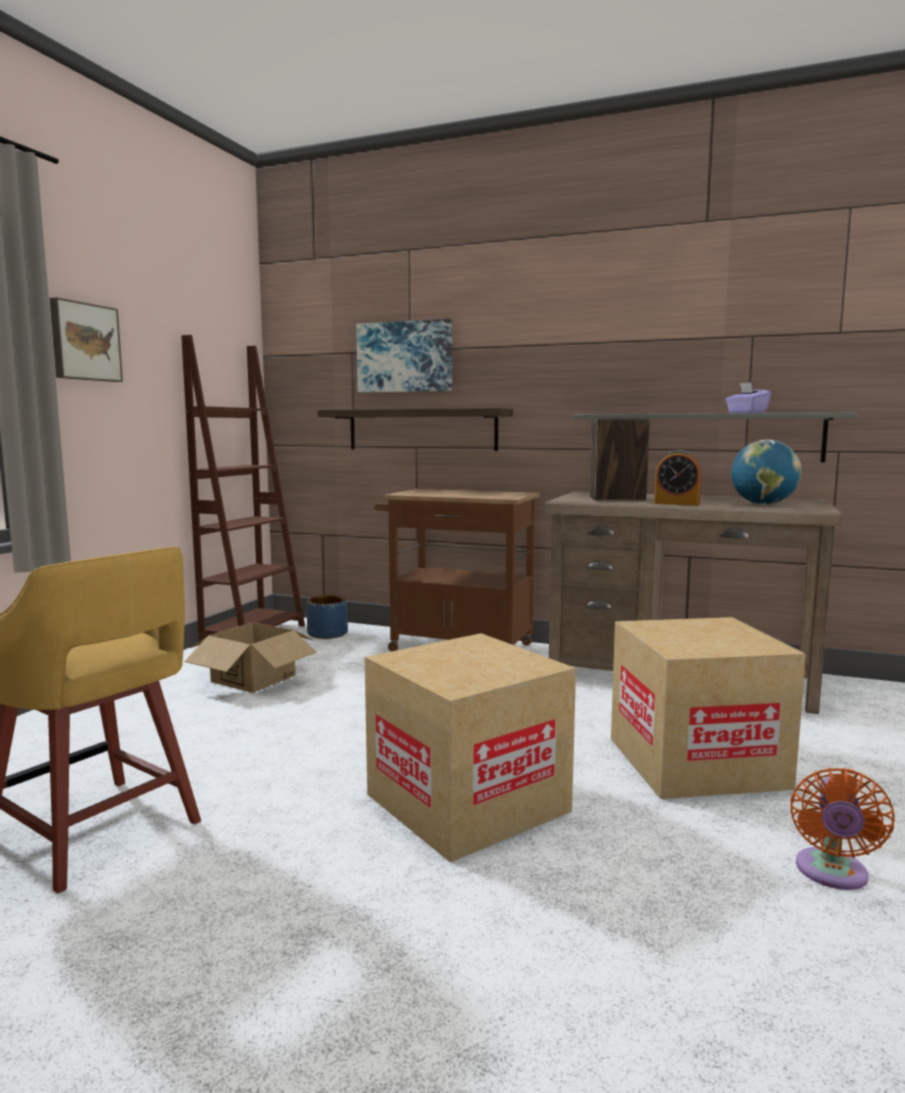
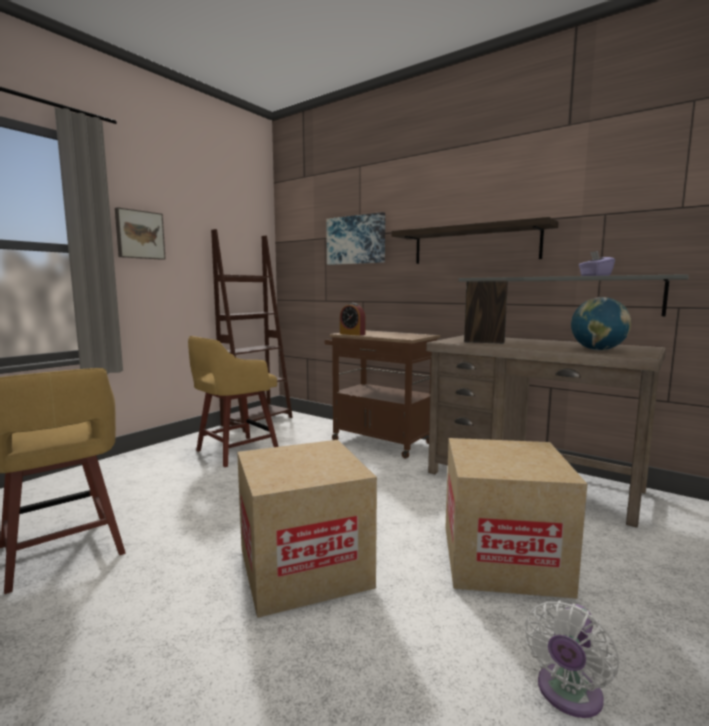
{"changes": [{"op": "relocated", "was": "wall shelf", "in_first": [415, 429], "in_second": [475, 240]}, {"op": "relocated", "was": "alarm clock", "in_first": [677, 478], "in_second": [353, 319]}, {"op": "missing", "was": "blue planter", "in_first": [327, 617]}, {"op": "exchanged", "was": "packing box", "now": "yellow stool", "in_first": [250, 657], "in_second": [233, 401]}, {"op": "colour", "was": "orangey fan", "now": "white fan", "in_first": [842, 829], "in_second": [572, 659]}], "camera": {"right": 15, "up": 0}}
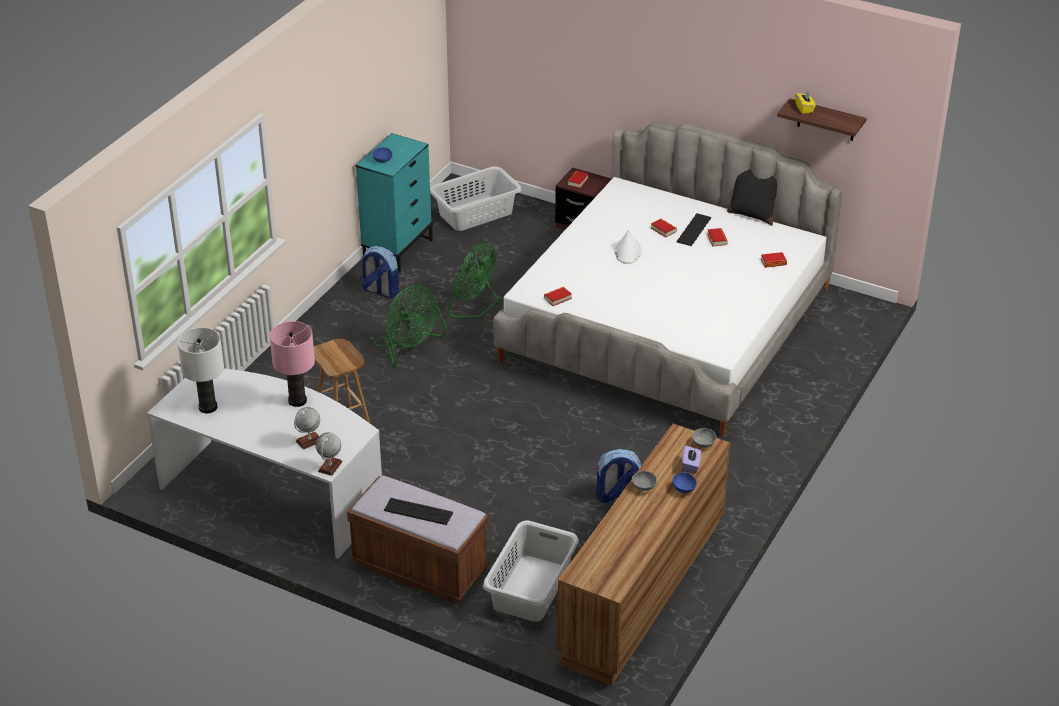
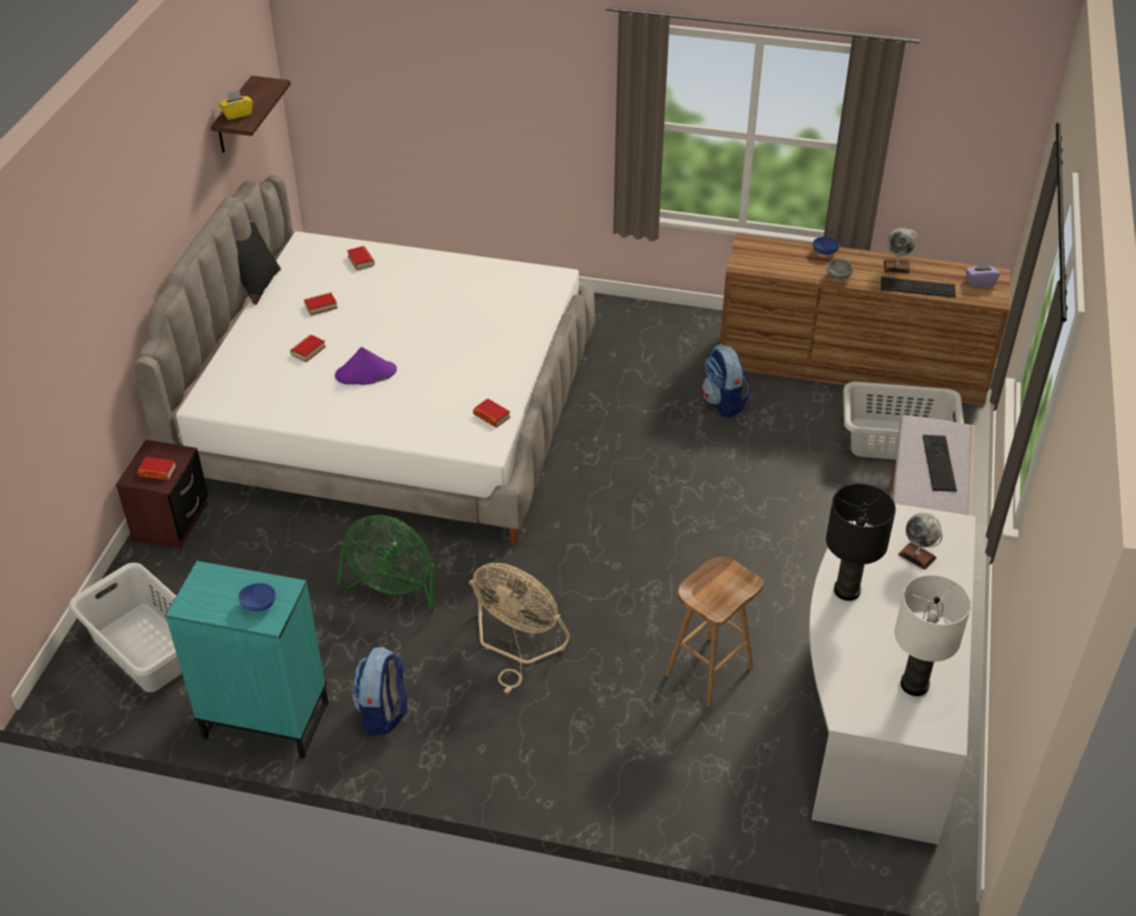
{"changes": [{"op": "relocated", "was": "PC keyboard", "in_first": [693, 229], "in_second": [918, 287]}, {"op": "colour", "was": "white wearable hat", "now": "purple wearable hat", "in_first": [628, 247], "in_second": [366, 366]}, {"op": "colour", "was": "green-coloured fan", "now": "beige fan", "in_first": [408, 326], "in_second": [519, 628]}, {"op": "colour", "was": "pinkish table lamp", "now": "blackish table lamp", "in_first": [292, 364], "in_second": [861, 542]}, {"op": "missing", "was": "greyish bowl", "in_first": [704, 438]}, {"op": "relocated", "was": "desk globe", "in_first": [329, 454], "in_second": [901, 251]}, {"op": "relocated", "was": "purple tissue box", "in_first": [691, 459], "in_second": [983, 274]}], "camera": {"right": -105, "up": 5}}
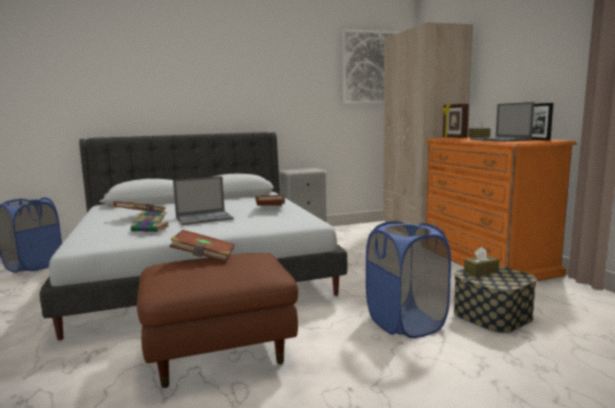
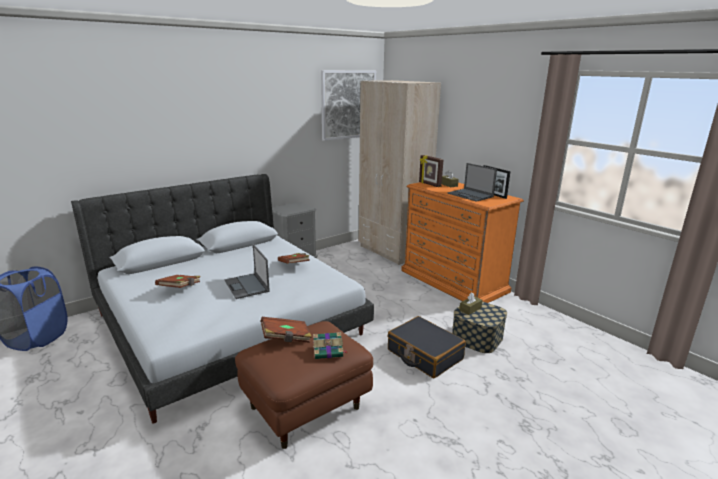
{"changes": [{"op": "spun", "was": "notebook computer", "in_first": [203, 200], "in_second": [247, 271], "clockwise": 105}, {"op": "relocated", "was": "bound book", "in_first": [150, 221], "in_second": [330, 345]}, {"op": "exchanged", "was": "blue washing basket", "now": "blackish suitcase", "in_first": [408, 279], "in_second": [427, 347]}], "camera": {"right": -20, "up": 10}}
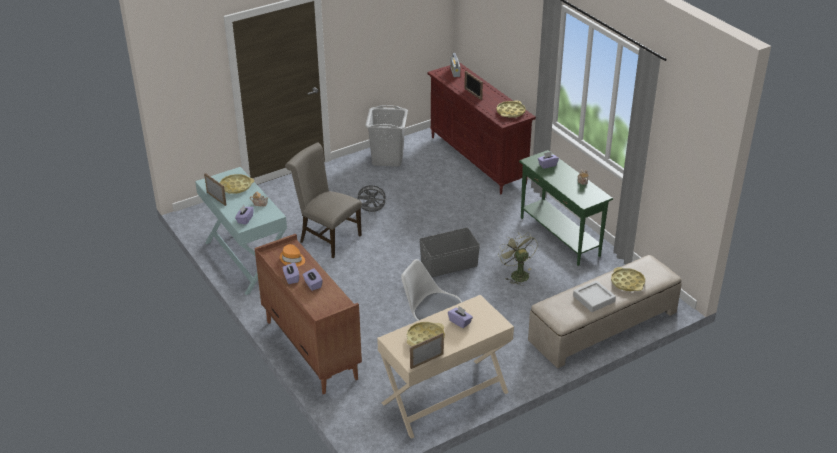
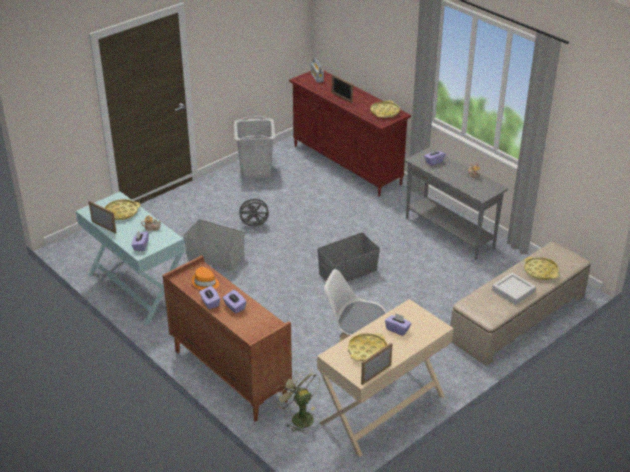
{"changes": [{"op": "exchanged", "was": "beige chair", "now": "greyish storage container", "in_first": [323, 200], "in_second": [214, 245]}, {"op": "colour", "was": "green-coloured console table", "now": "greyish console table", "in_first": [566, 208], "in_second": [456, 203]}, {"op": "relocated", "was": "green-coloured fan", "in_first": [518, 259], "in_second": [297, 400]}], "camera": {"right": -10, "up": 0}}
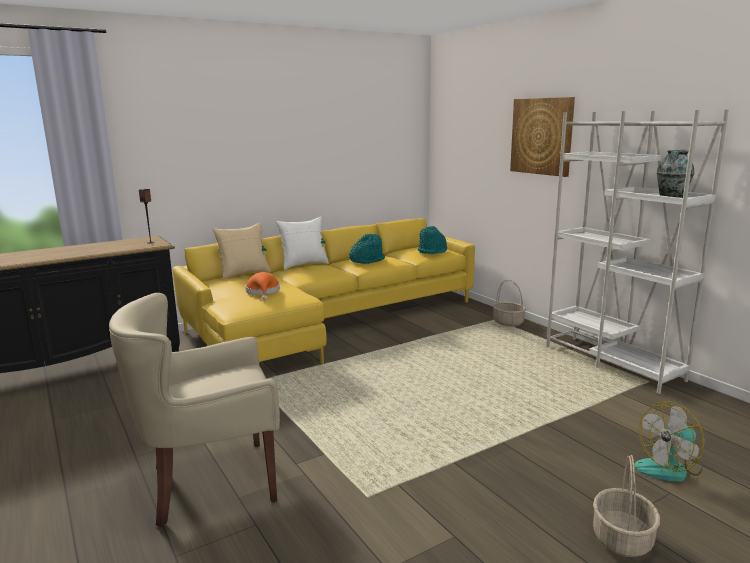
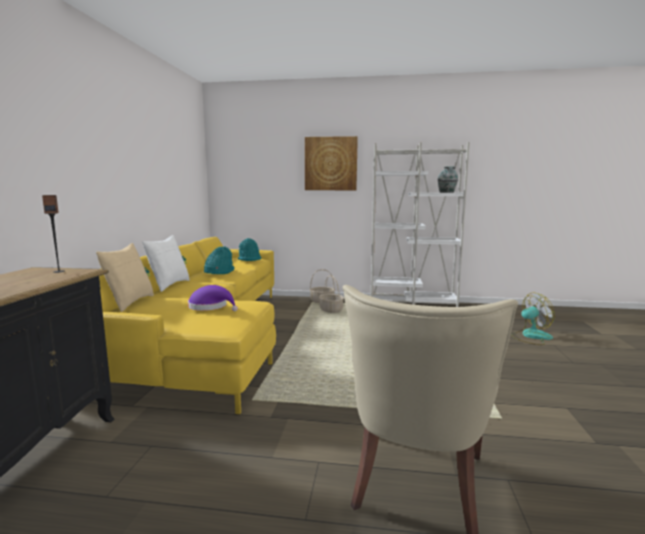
{"changes": [{"op": "colour", "was": "orangey wearable hat", "now": "purple wearable hat", "in_first": [262, 286], "in_second": [213, 298]}, {"op": "spun", "was": "fan", "in_first": [669, 441], "in_second": [533, 319], "clockwise": -120}, {"op": "relocated", "was": "household basket", "in_first": [626, 506], "in_second": [331, 294]}], "camera": {"right": -50, "up": -5}}
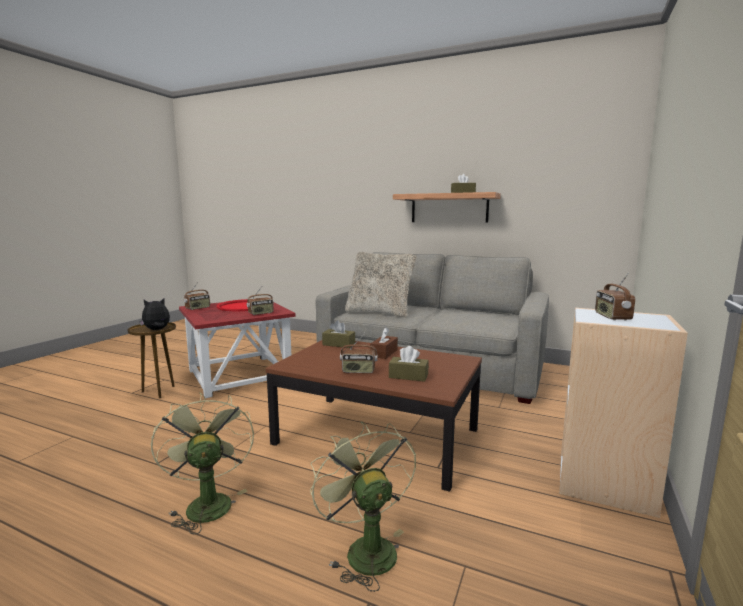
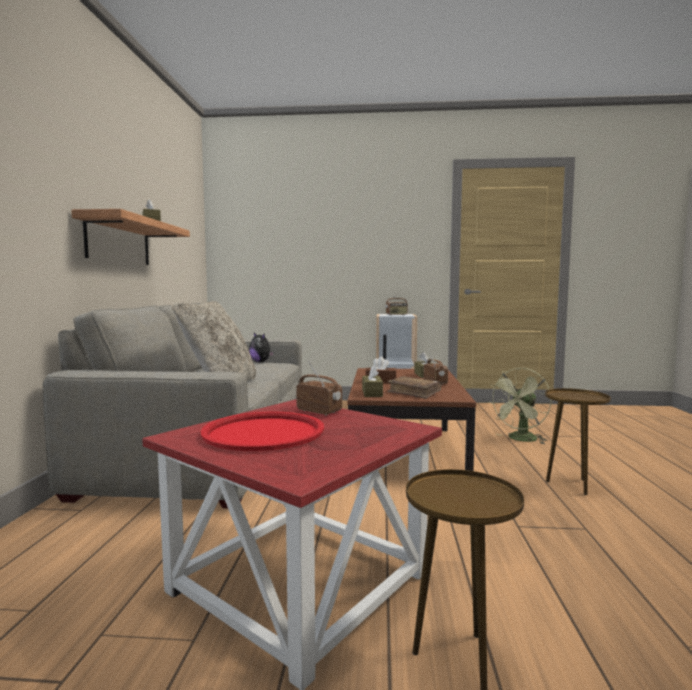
{"changes": [{"op": "missing", "was": "radio set", "in_first": [197, 296]}, {"op": "relocated", "was": "plush toy", "in_first": [155, 314], "in_second": [261, 347]}, {"op": "exchanged", "was": "green-coloured fan", "now": "brownish end table", "in_first": [202, 463], "in_second": [578, 441]}, {"op": "appeared", "now": "brownish bound book", "in_second": [414, 387]}], "camera": {"right": -110, "up": -5}}
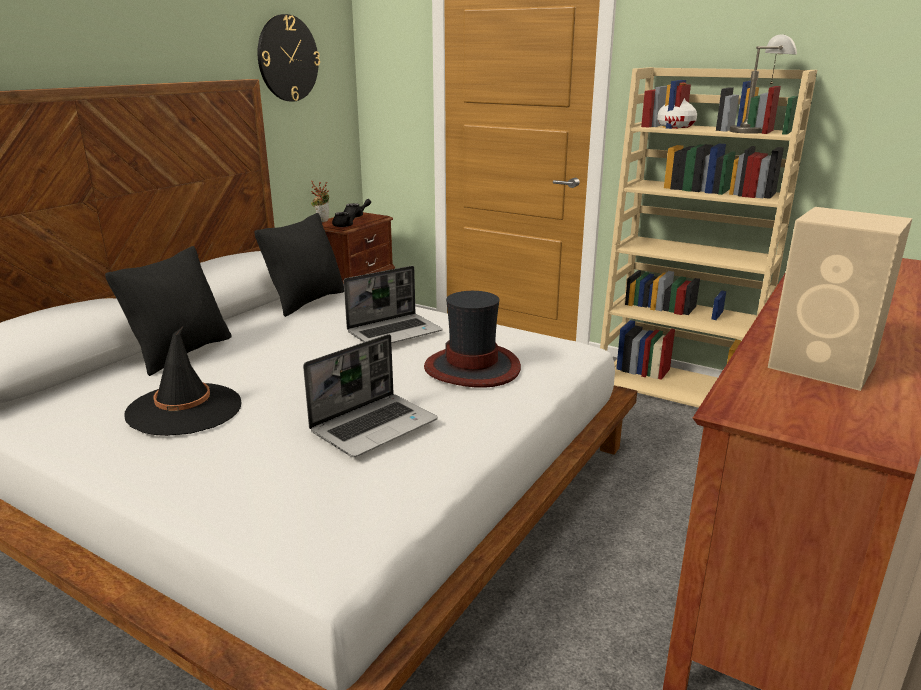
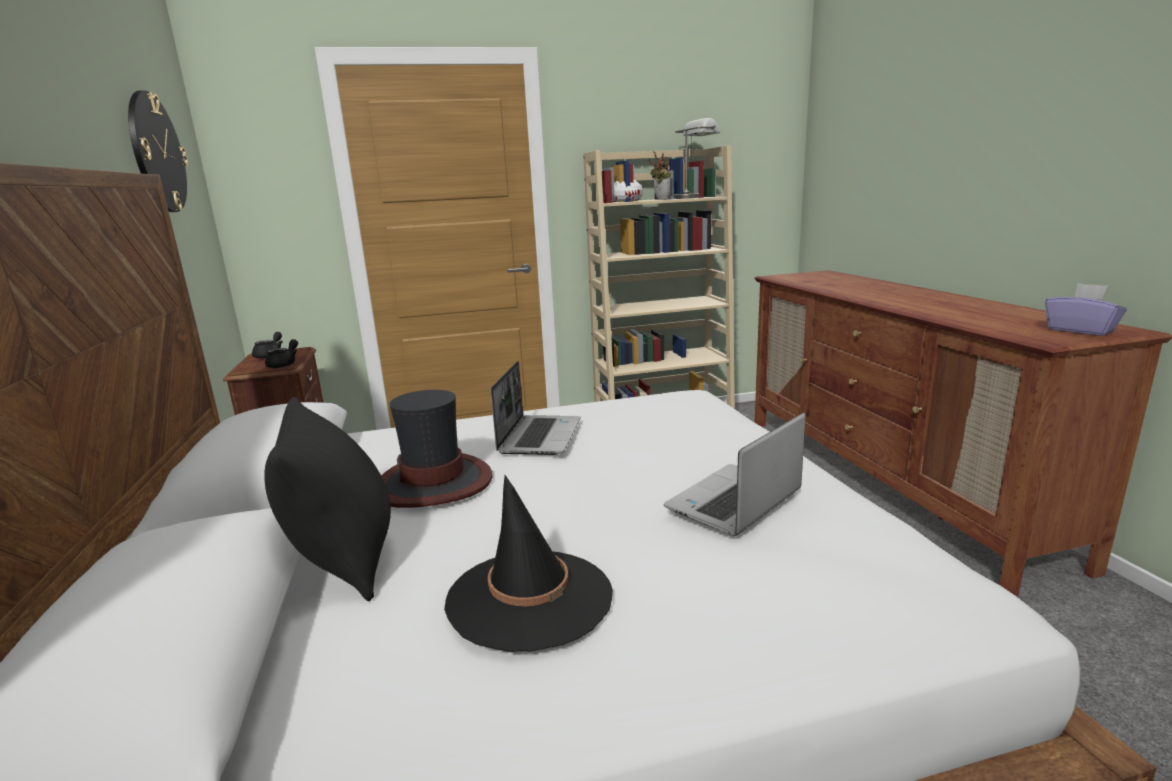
{"changes": [{"op": "relocated", "was": "houseplant", "in_first": [320, 201], "in_second": [660, 175]}, {"op": "missing", "was": "beige audio speaker", "in_first": [840, 299]}, {"op": "missing", "was": "blackish throw pillow", "in_first": [299, 265]}, {"op": "relocated", "was": "wearable hat", "in_first": [472, 339], "in_second": [437, 449]}, {"op": "spun", "was": "notebook computer", "in_first": [370, 395], "in_second": [735, 474], "clockwise": -135}, {"op": "appeared", "now": "purple tissue box", "in_second": [1086, 309]}], "camera": {"right": -45, "up": -5}}
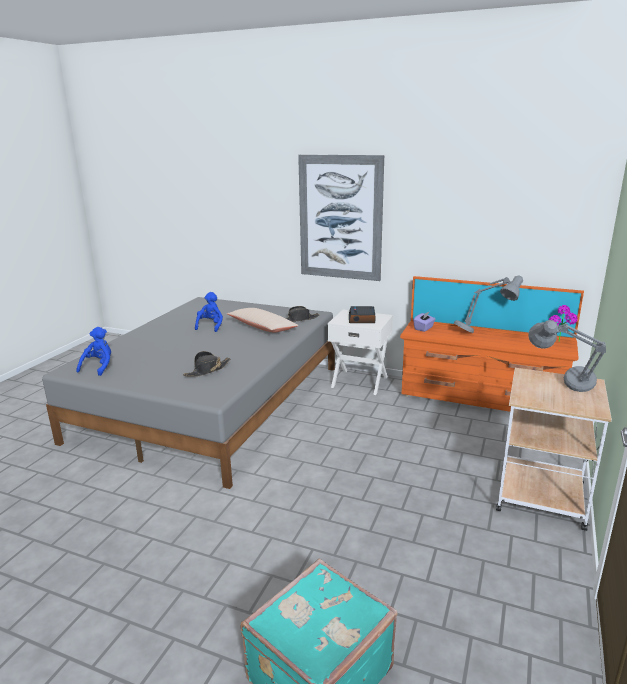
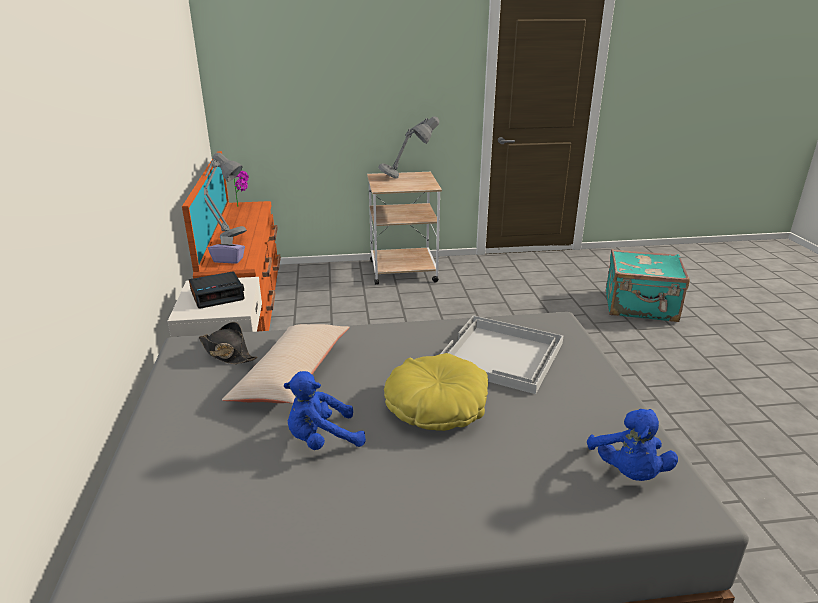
{"changes": [{"op": "missing", "was": "wall picture", "in_first": [341, 218]}, {"op": "spun", "was": "blue plush toy", "in_first": [93, 351], "in_second": [632, 445], "clockwise": -75}, {"op": "exchanged", "was": "blackish wearable hat", "now": "white serving tray", "in_first": [207, 364], "in_second": [501, 354]}, {"op": "appeared", "now": "yellow throw pillow", "in_second": [436, 392]}], "camera": {"right": -120, "up": 5}}
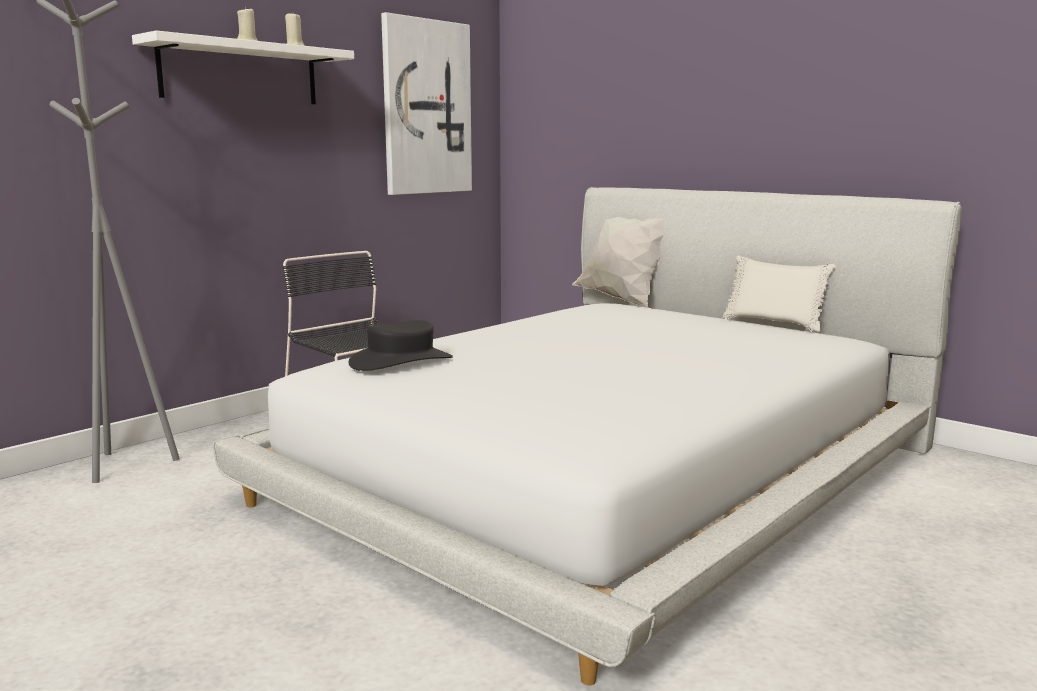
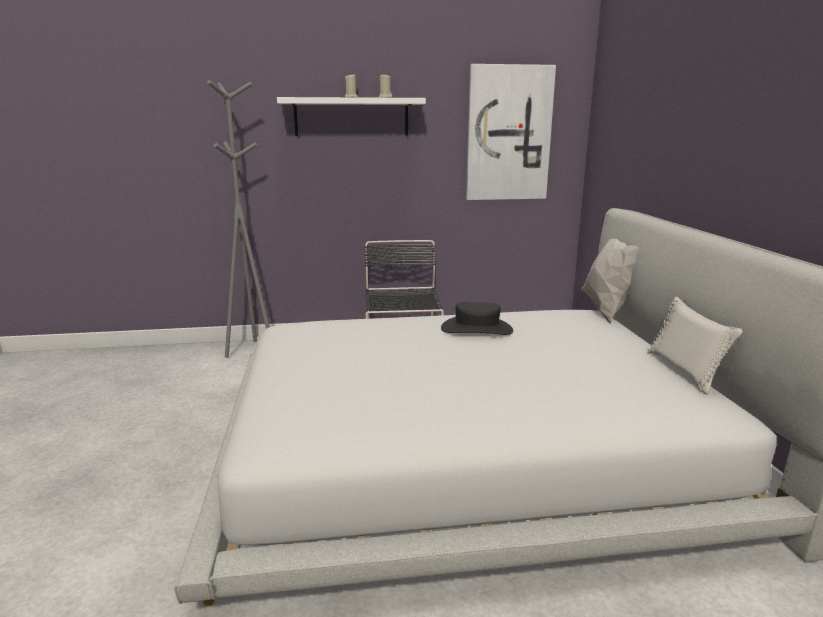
{"changes": [{"op": "relocated", "was": "blackish wearable hat", "in_first": [400, 345], "in_second": [477, 318]}], "camera": {"right": 40, "up": 5}}
